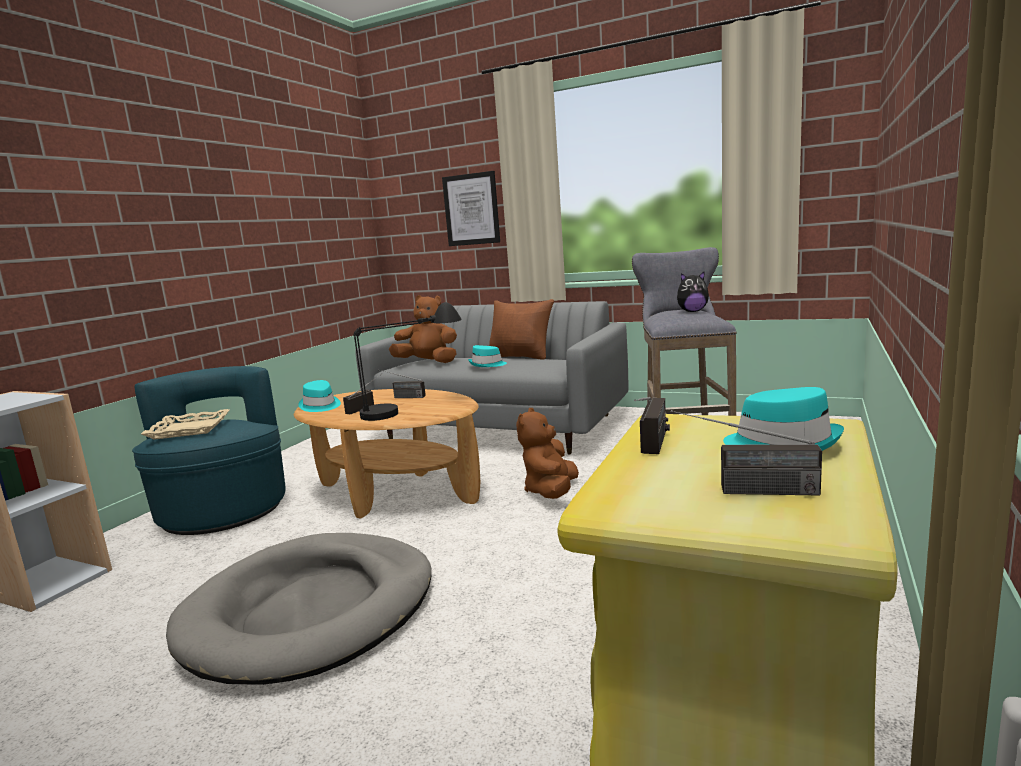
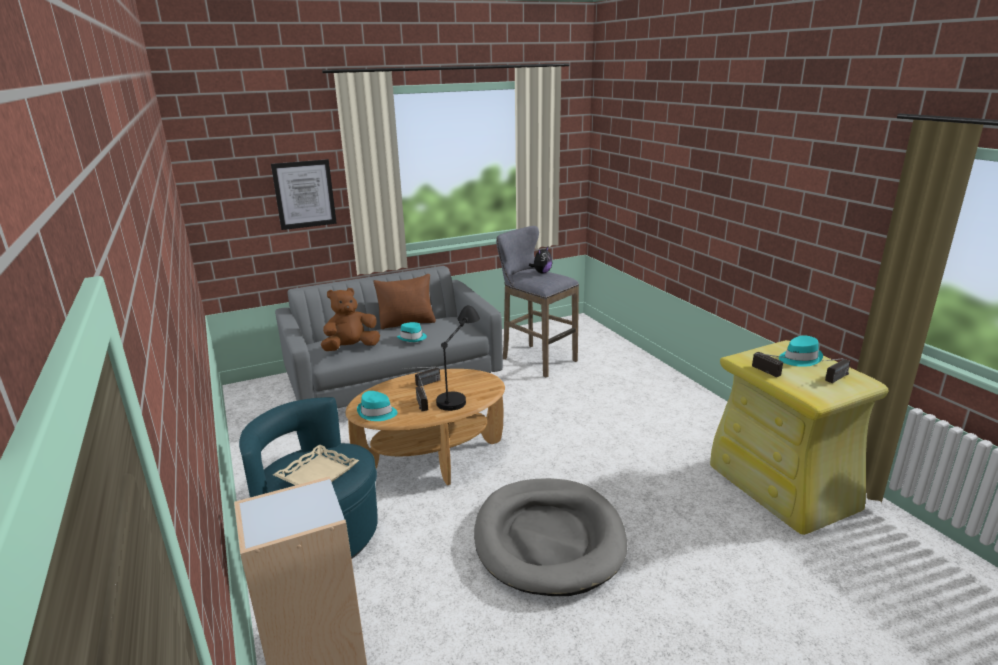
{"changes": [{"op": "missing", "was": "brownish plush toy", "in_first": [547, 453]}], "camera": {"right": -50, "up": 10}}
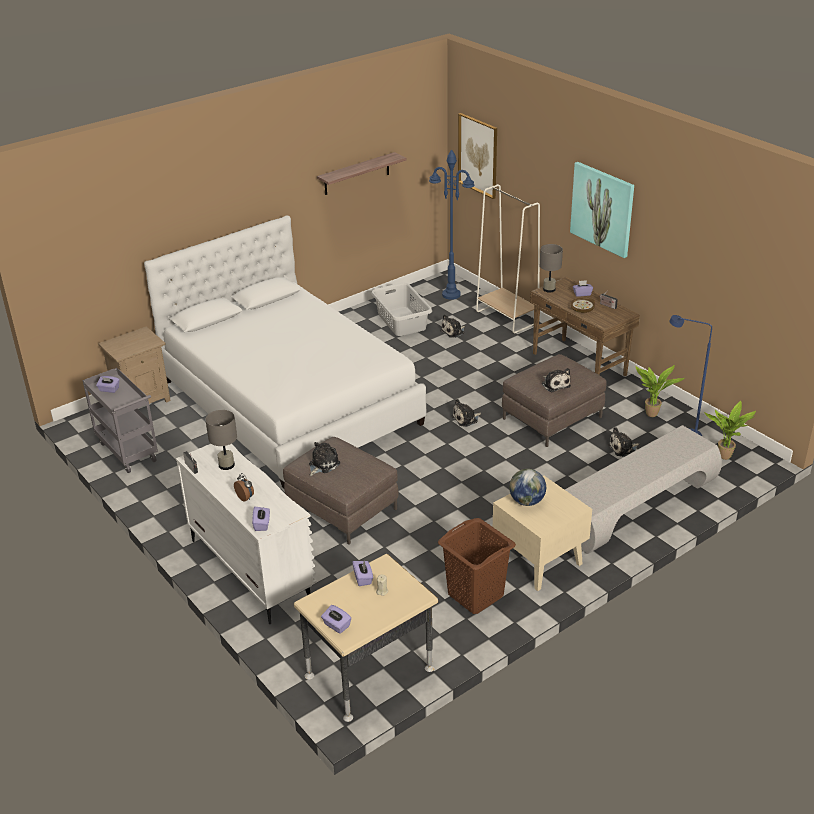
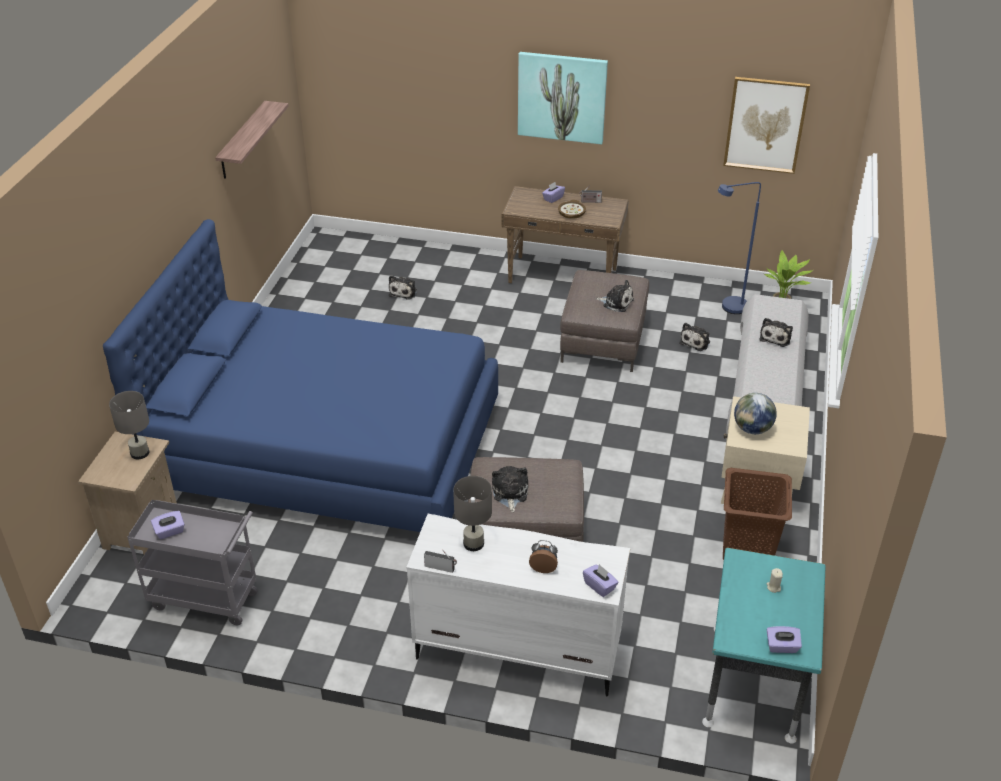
{"changes": [{"op": "relocated", "was": "wall picture", "in_first": [477, 156], "in_second": [766, 125]}, {"op": "missing", "was": "blue standing lamp", "in_first": [451, 225]}, {"op": "missing", "was": "garment stand", "in_first": [508, 258]}, {"op": "colour", "was": "white bedroom bed", "now": "blue bedroom bed", "in_first": [285, 352], "in_second": [300, 375]}, {"op": "relocated", "was": "greyish table lamp", "in_first": [551, 268], "in_second": [129, 425]}, {"op": "missing", "was": "greyish washing basket", "in_first": [401, 309]}, {"op": "missing", "was": "houseplant", "in_first": [660, 391]}, {"op": "relocated", "was": "plush toy", "in_first": [466, 413], "in_second": [776, 332]}, {"op": "colour", "was": "beige desk", "now": "blue-green desk", "in_first": [366, 638], "in_second": [764, 646]}, {"op": "missing", "was": "purple tissue box", "in_first": [362, 572]}], "camera": {"right": -40, "up": 5}}
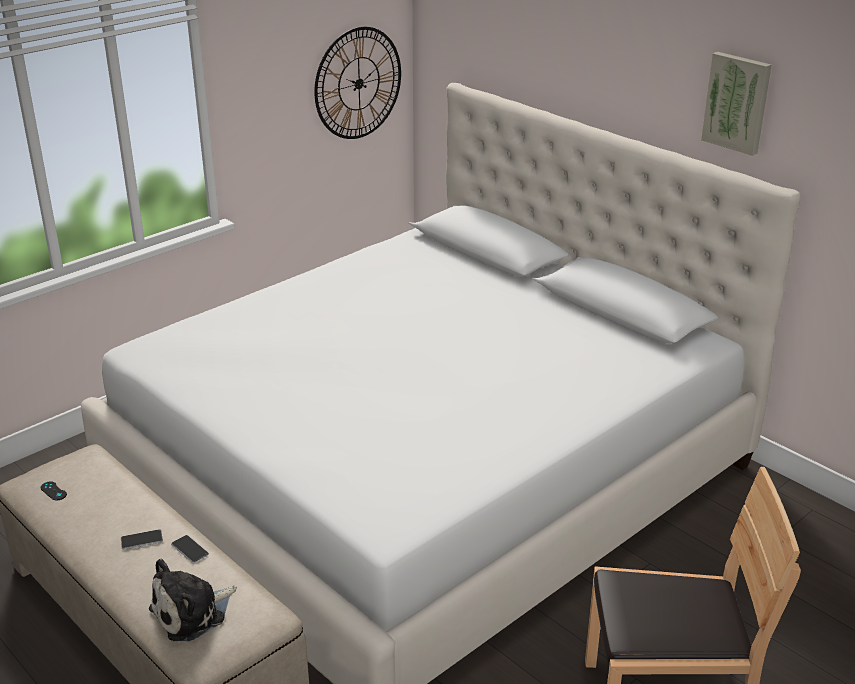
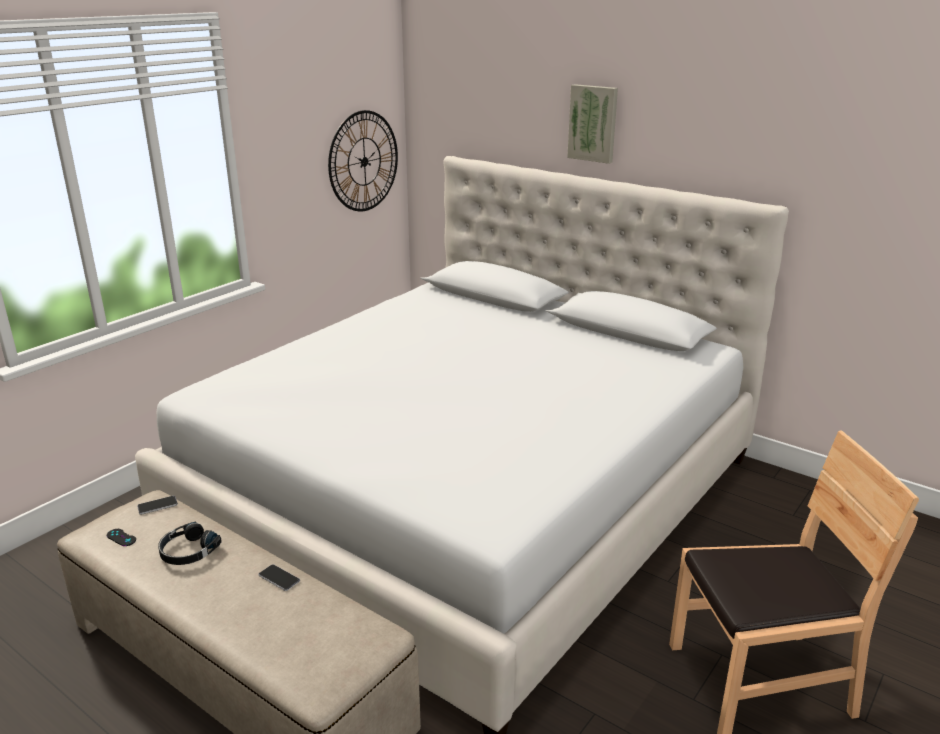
{"changes": [{"op": "relocated", "was": "wall picture", "in_first": [736, 104], "in_second": [592, 124]}, {"op": "relocated", "was": "phone", "in_first": [142, 539], "in_second": [157, 505]}, {"op": "missing", "was": "plush toy", "in_first": [193, 600]}, {"op": "appeared", "now": "blackish headset", "in_second": [190, 543]}], "camera": {"right": -10, "up": -5}}
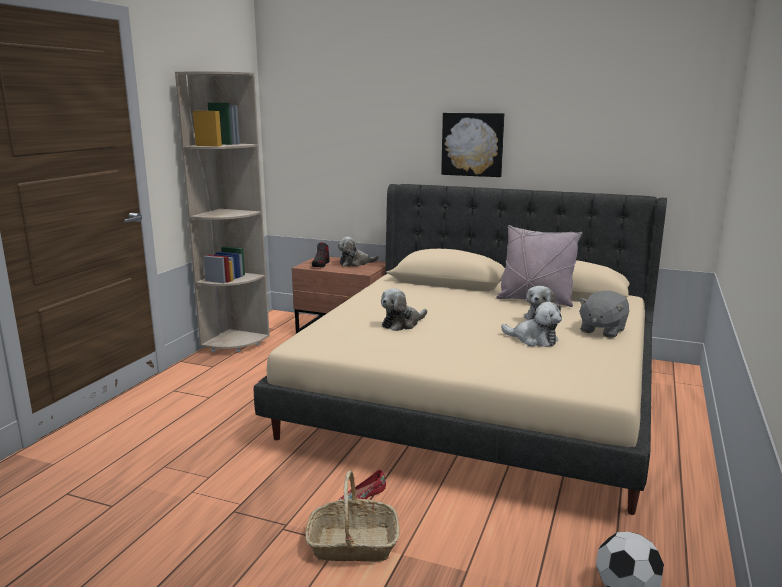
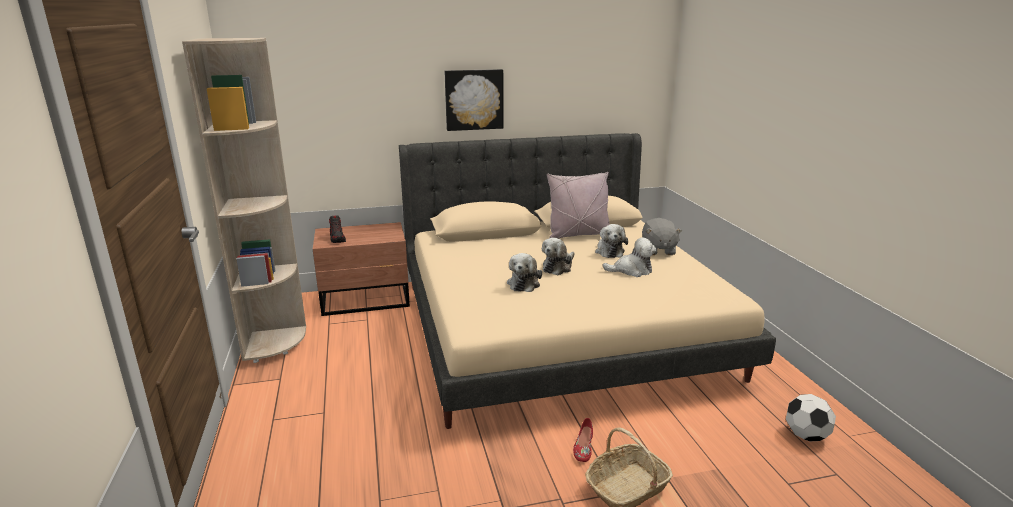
{"changes": [{"op": "relocated", "was": "plush toy", "in_first": [358, 252], "in_second": [558, 256]}], "camera": {"right": -35, "up": 5}}
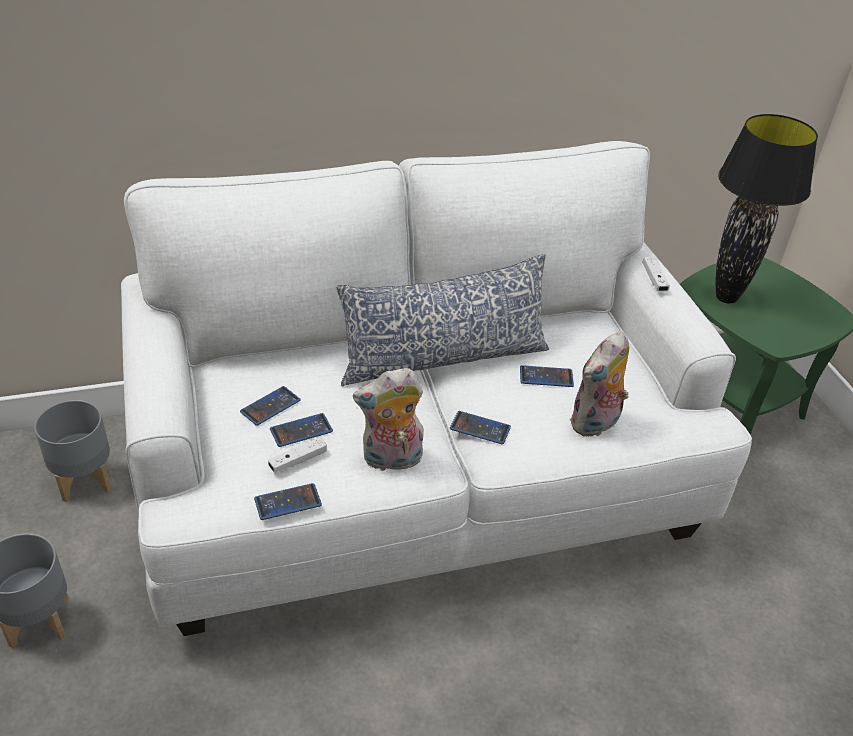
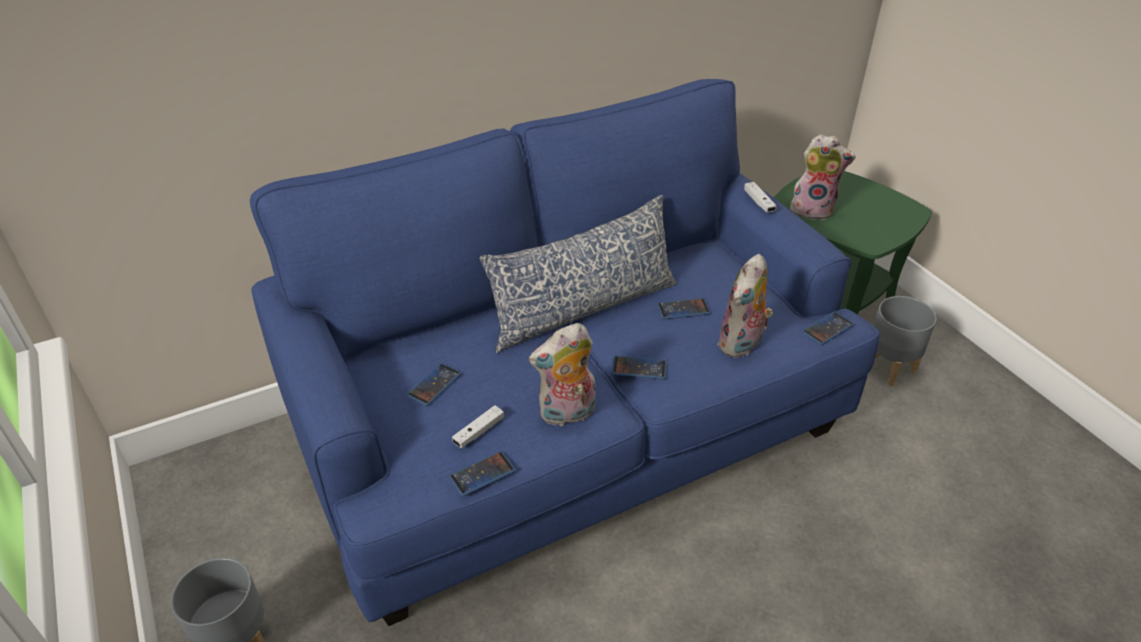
{"changes": [{"op": "exchanged", "was": "blackish table lamp", "now": "plush toy", "in_first": [767, 209], "in_second": [823, 177]}, {"op": "colour", "was": "white sofa", "now": "blue sofa", "in_first": [436, 388], "in_second": [565, 352]}, {"op": "relocated", "was": "greyish planter", "in_first": [72, 451], "in_second": [905, 341]}, {"op": "relocated", "was": "phone", "in_first": [301, 430], "in_second": [828, 328]}], "camera": {"right": -10, "up": 0}}
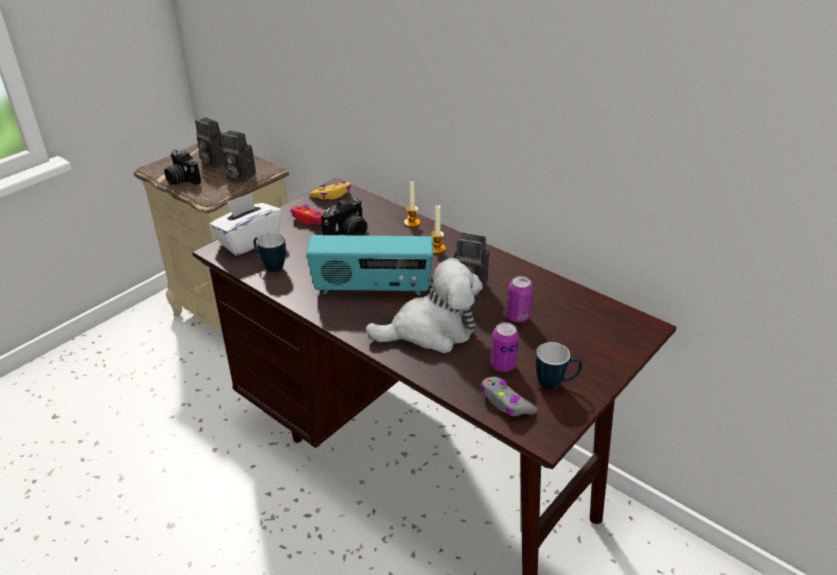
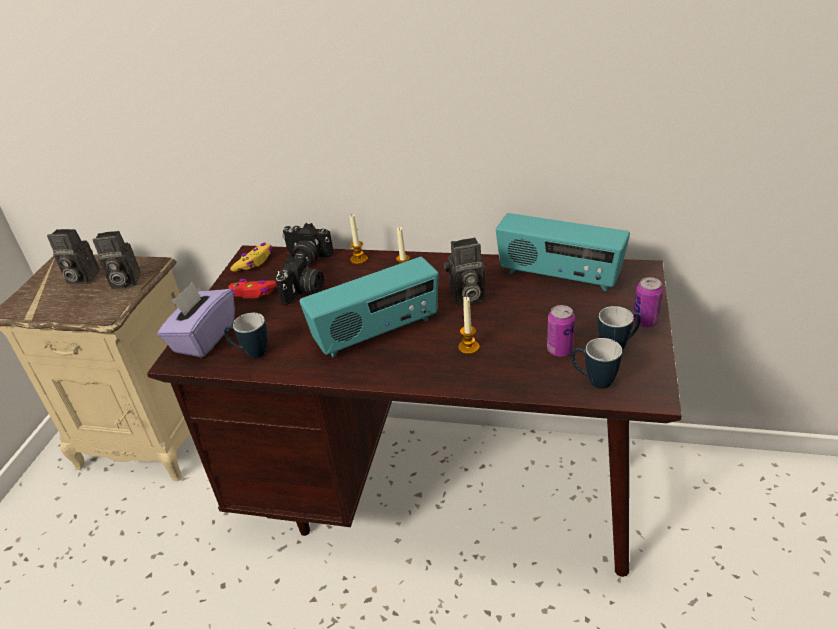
{"changes": [{"op": "relocated", "was": "still camera", "in_first": [182, 167], "in_second": [308, 244]}, {"op": "colour", "was": "white tissue box", "now": "purple tissue box", "in_first": [246, 224], "in_second": [196, 320]}, {"op": "exchanged", "was": "plush toy", "now": "wax light", "in_first": [424, 305], "in_second": [468, 325]}, {"op": "relocated", "was": "metal can", "in_first": [519, 299], "in_second": [648, 302]}, {"op": "exchanged", "was": "greyish gamepad", "now": "tea mug", "in_first": [509, 396], "in_second": [596, 363]}, {"op": "appeared", "now": "radio set", "in_second": [563, 252]}], "camera": {"right": -25, "up": 0}}
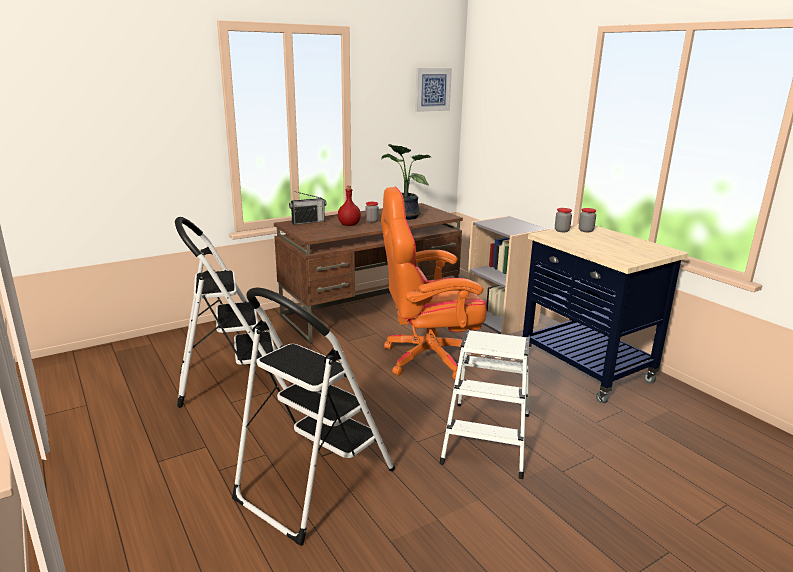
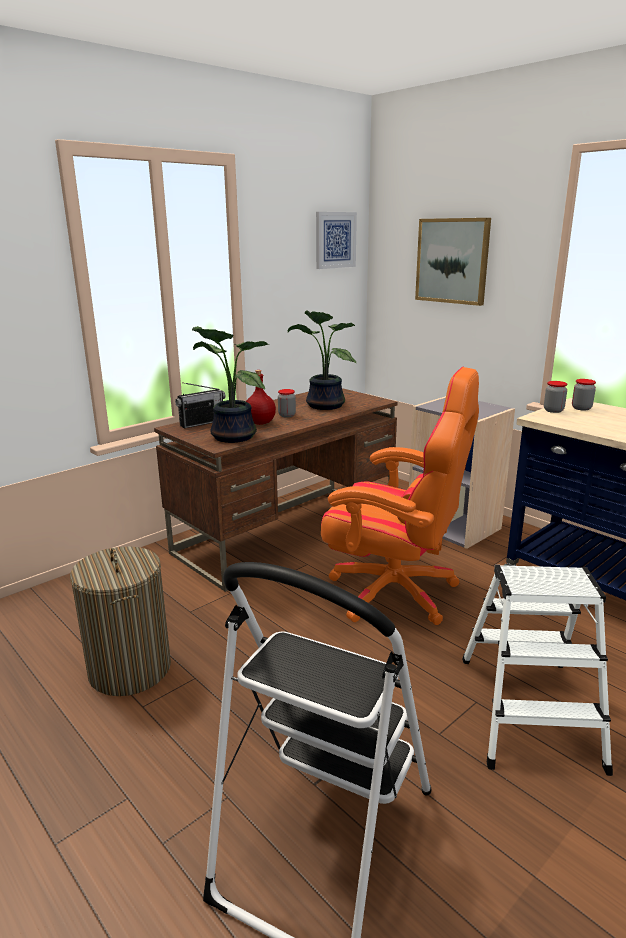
{"changes": [{"op": "spun", "was": "orangey desk chair", "in_first": [434, 282], "in_second": [400, 496], "clockwise": -135}, {"op": "exchanged", "was": "step stool", "now": "washing basket", "in_first": [231, 312], "in_second": [120, 621]}, {"op": "appeared", "now": "wall picture", "in_second": [453, 262]}, {"op": "appeared", "now": "houseplant", "in_second": [230, 384]}], "camera": {"right": -10, "up": 0}}
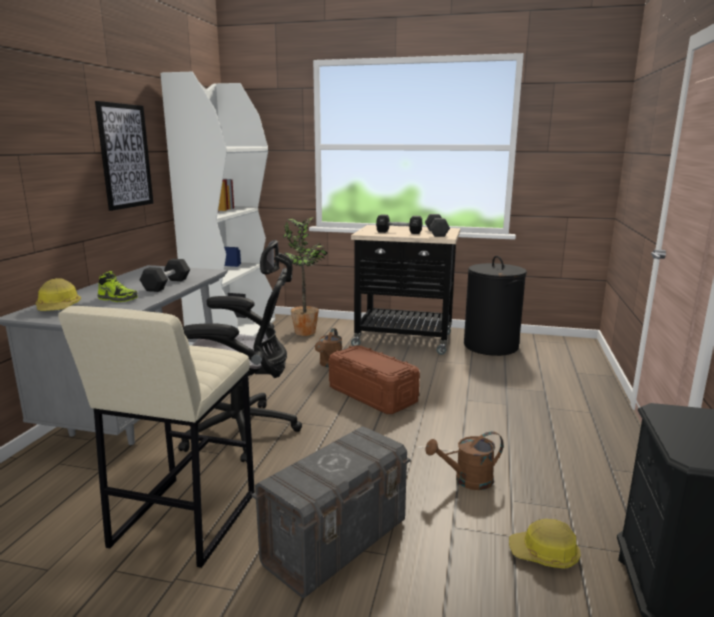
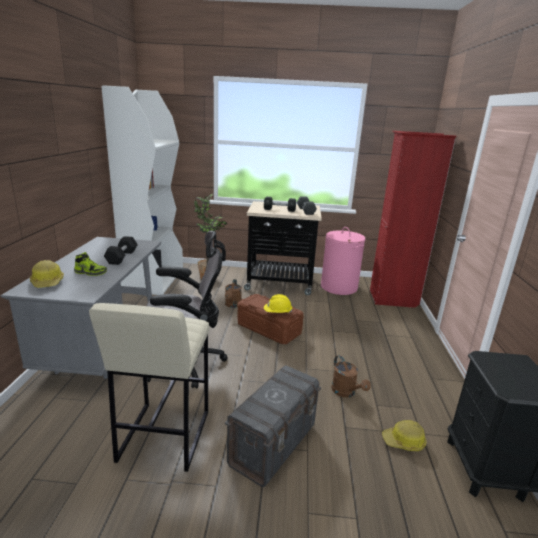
{"changes": [{"op": "missing", "was": "wall picture", "in_first": [124, 156]}, {"op": "colour", "was": "blackish washing basket", "now": "pinkish washing basket", "in_first": [495, 306], "in_second": [343, 261]}, {"op": "spun", "was": "brownish sprinkling can", "in_first": [464, 460], "in_second": [351, 376], "clockwise": -90}, {"op": "appeared", "now": "red cabinet", "in_second": [413, 219]}, {"op": "appeared", "now": "yellow safety helmet", "in_second": [278, 303]}], "camera": {"right": -10, "up": 5}}
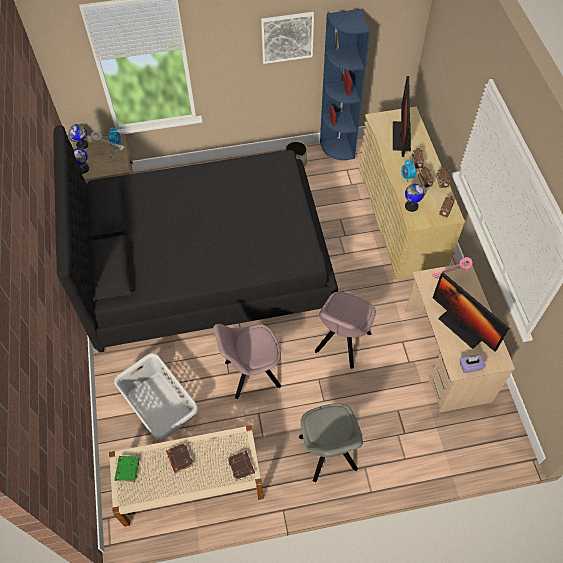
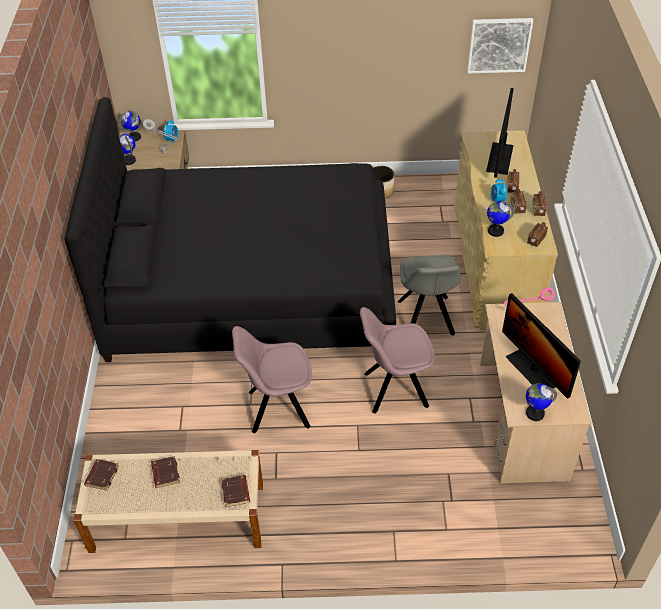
{"changes": [{"op": "missing", "was": "blue bookcase", "in_first": [345, 84]}, {"op": "relocated", "was": "wall picture", "in_first": [287, 38], "in_second": [500, 45]}, {"op": "spun", "was": "pinkish chair", "in_first": [345, 330], "in_second": [397, 360], "clockwise": 45}, {"op": "missing", "was": "greyish washing basket", "in_first": [156, 396]}, {"op": "exchanged", "was": "purple tissue box", "now": "desk globe", "in_first": [472, 364], "in_second": [541, 402]}, {"op": "relocated", "was": "greyish chair", "in_first": [331, 443], "in_second": [429, 295]}, {"op": "colour", "was": "green-coloured bound book", "now": "brownish bound book", "in_first": [126, 469], "in_second": [101, 475]}], "camera": {"right": 10, "up": -10}}
